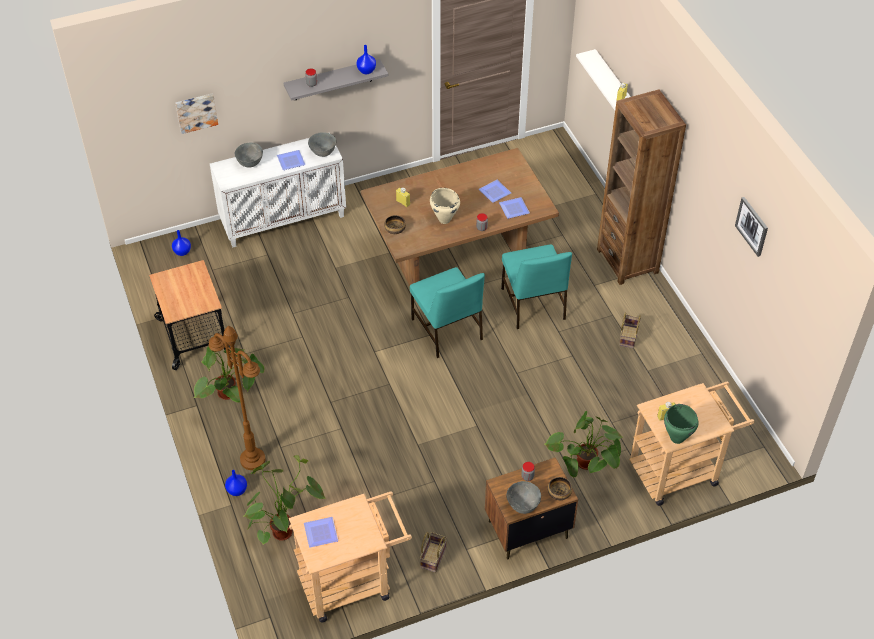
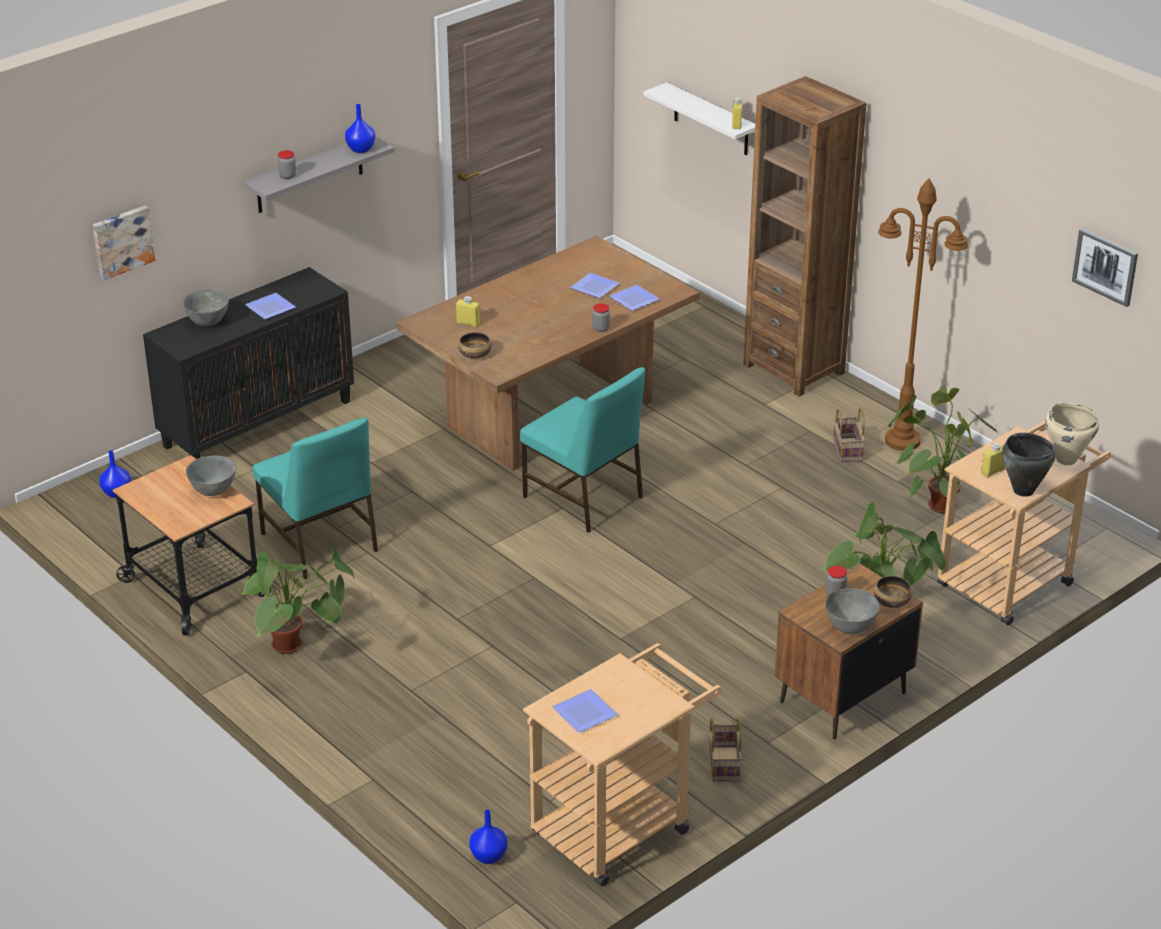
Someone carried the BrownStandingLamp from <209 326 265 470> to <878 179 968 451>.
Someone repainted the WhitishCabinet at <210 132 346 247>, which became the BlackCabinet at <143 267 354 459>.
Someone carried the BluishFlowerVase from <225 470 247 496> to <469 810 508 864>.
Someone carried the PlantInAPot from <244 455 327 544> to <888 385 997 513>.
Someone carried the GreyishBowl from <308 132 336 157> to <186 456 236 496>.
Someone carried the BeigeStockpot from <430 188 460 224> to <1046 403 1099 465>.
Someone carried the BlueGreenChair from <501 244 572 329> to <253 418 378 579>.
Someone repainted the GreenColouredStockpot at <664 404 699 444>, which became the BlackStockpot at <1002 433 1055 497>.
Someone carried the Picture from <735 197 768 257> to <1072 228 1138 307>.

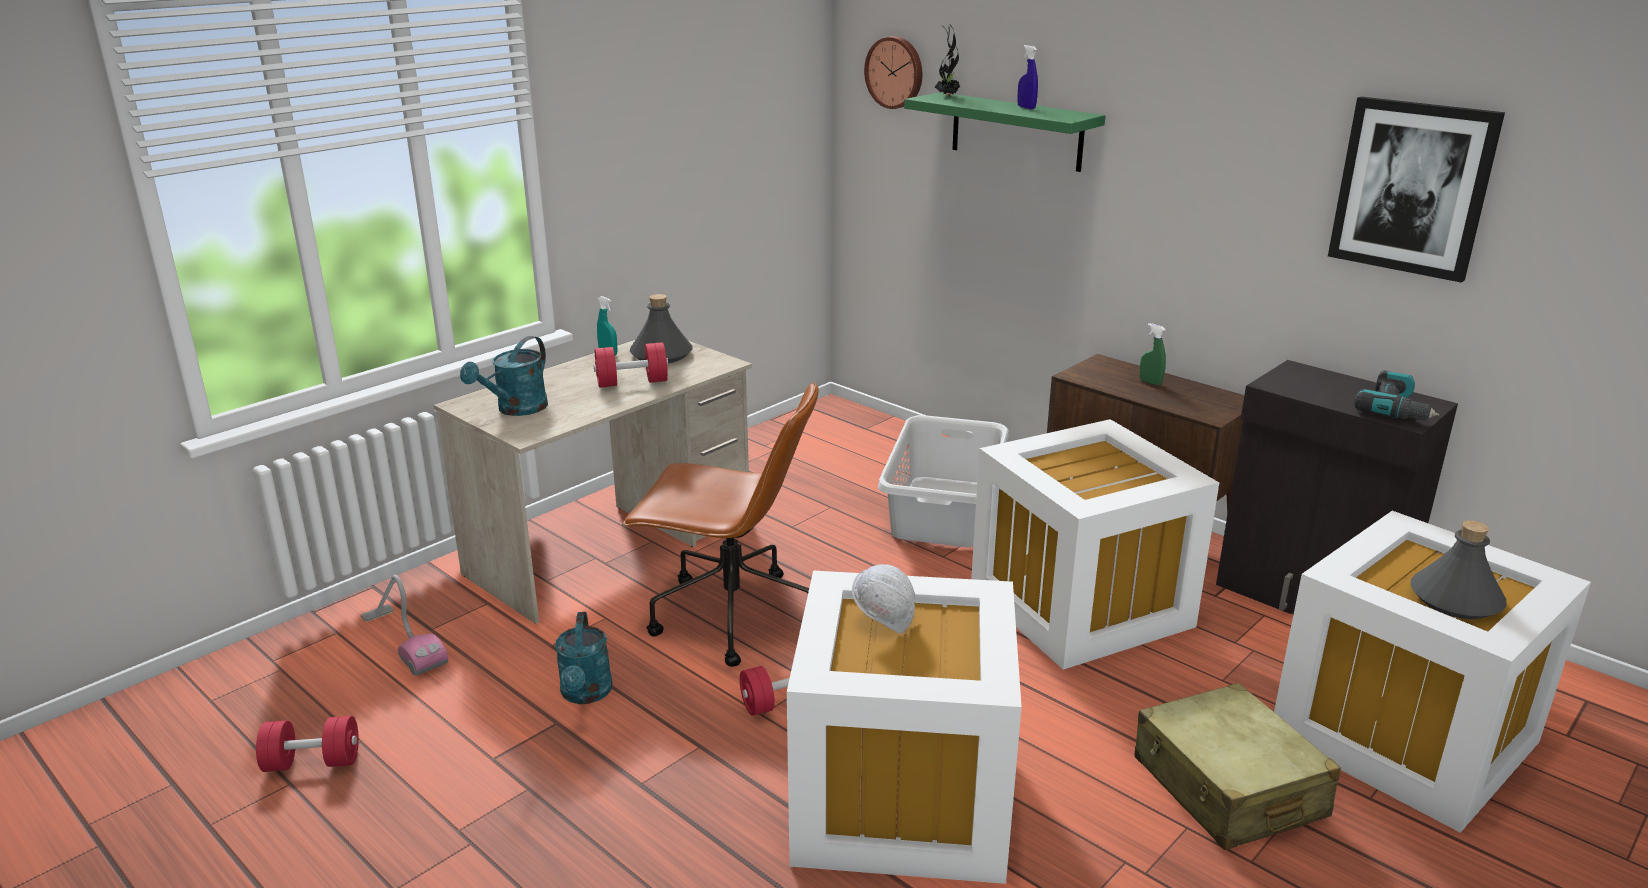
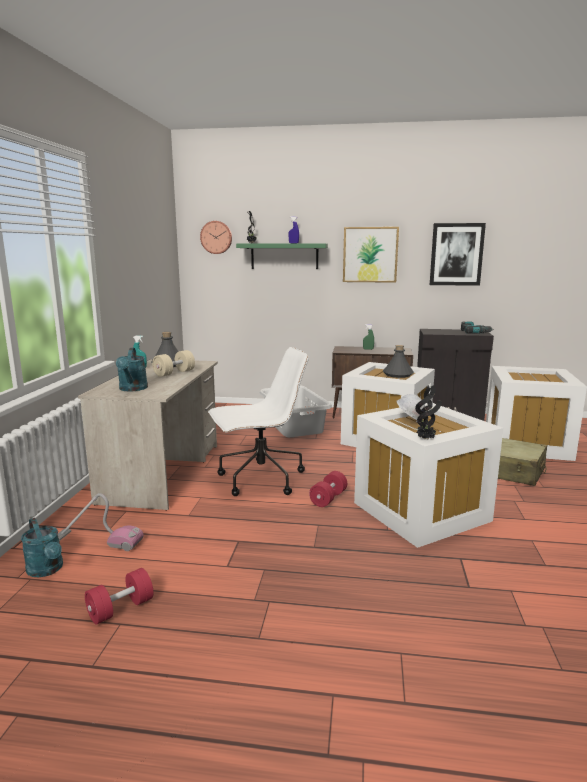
Someone carried the BlueGreenWateringCan from <555 612 612 704> to <21 518 63 577>.
Someone repainted the ReddishHandWeight at <594 342 668 388>, which became the BeigeHandWeight at <152 350 195 377>.
Someone repainted the BrownDeskChair at <622 382 819 667>, which became the WhitishDeskChair at <208 347 309 496>.
Someone carried the GreyishDrinkBottle from <1410 520 1507 619> to <383 345 414 378>.
Someone put up the Picture at <343 227 399 283>.
Someone put down the PlantInAPot at <415 385 442 439>.

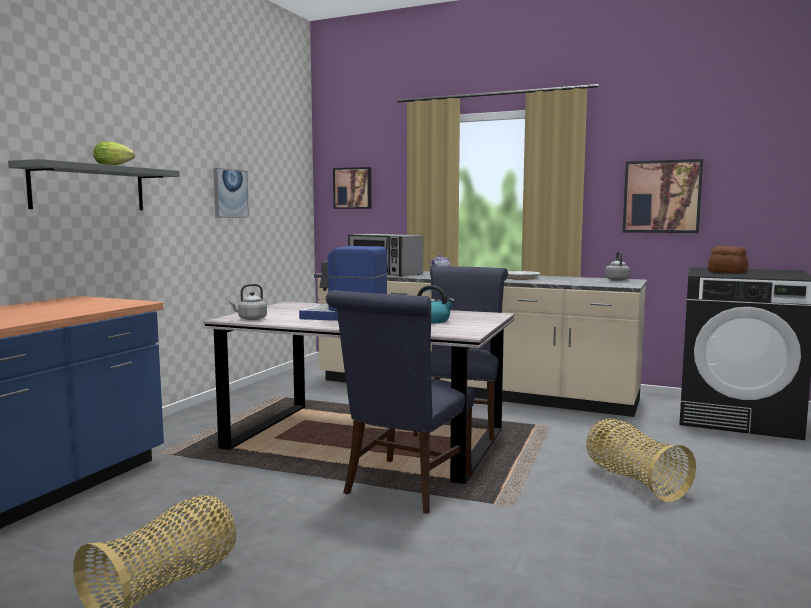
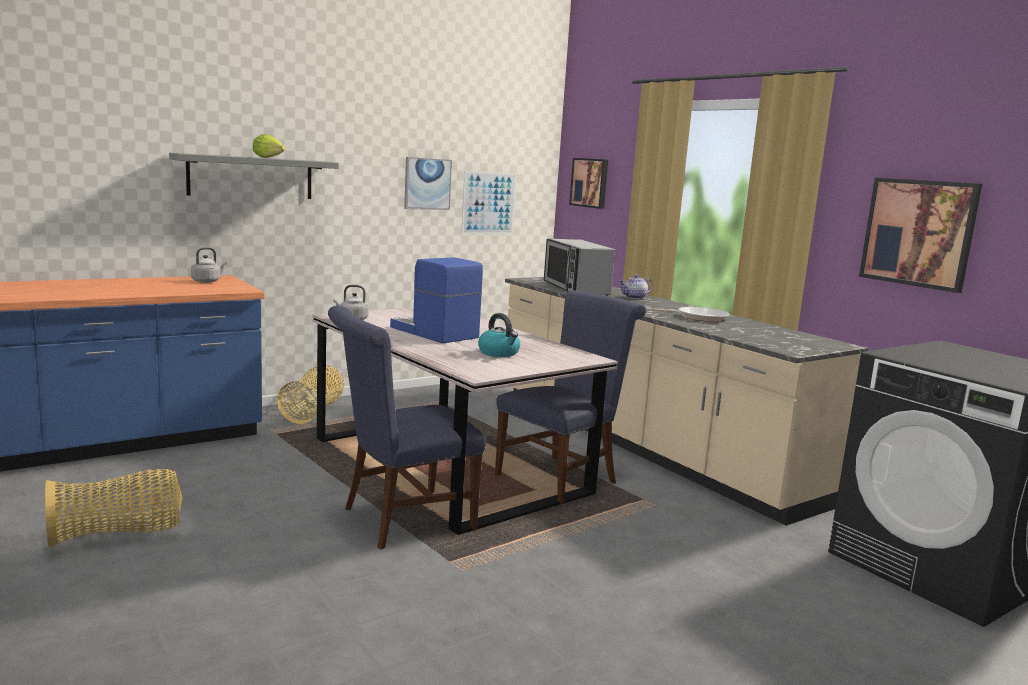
Someone carried the Basket from <586 419 696 502> to <277 365 344 424>.
Someone carried the GreyishKettle from <605 251 630 281> to <191 247 227 283>.
Someone took away the Bread at <708 246 749 273>.
Someone put up the Picture at <461 170 517 234>.

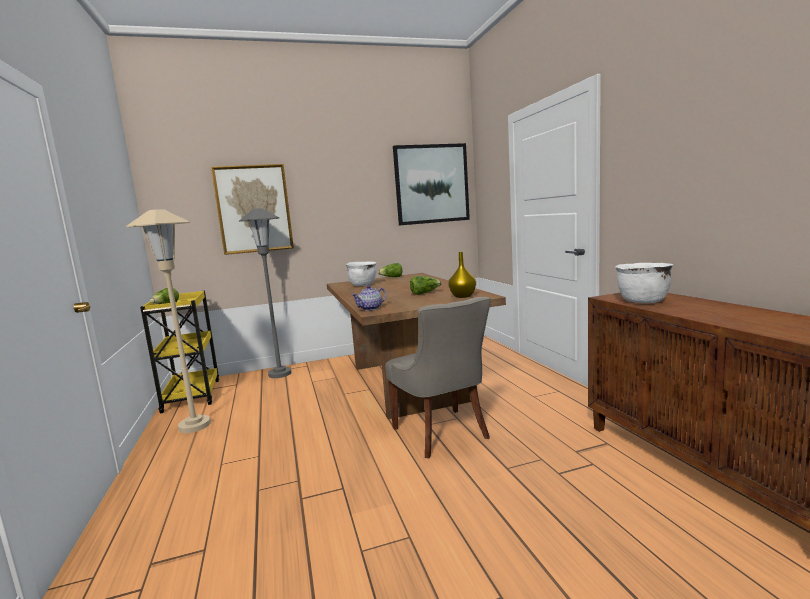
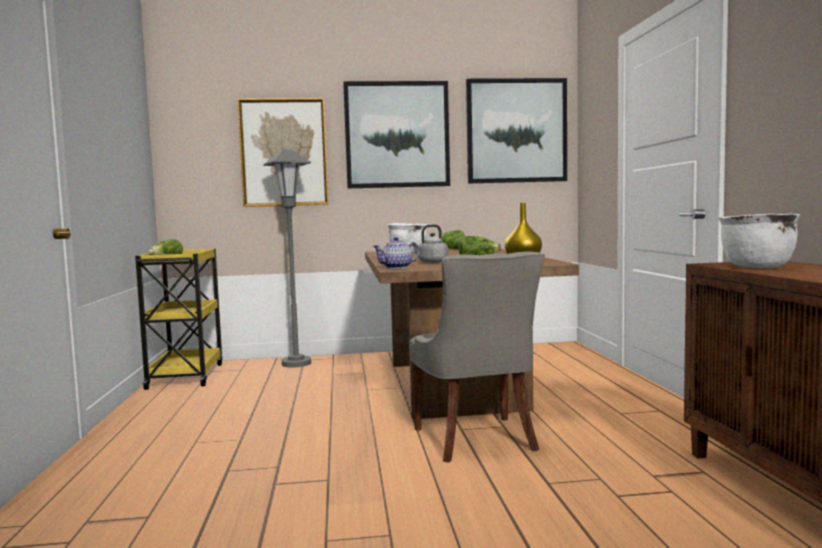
Someone took away the BeigeStandingLamp at <126 209 211 433>.
Someone put up the Picture at <343 81 450 188>.
Someone put down the GreyishKettle at <411 224 448 263>.

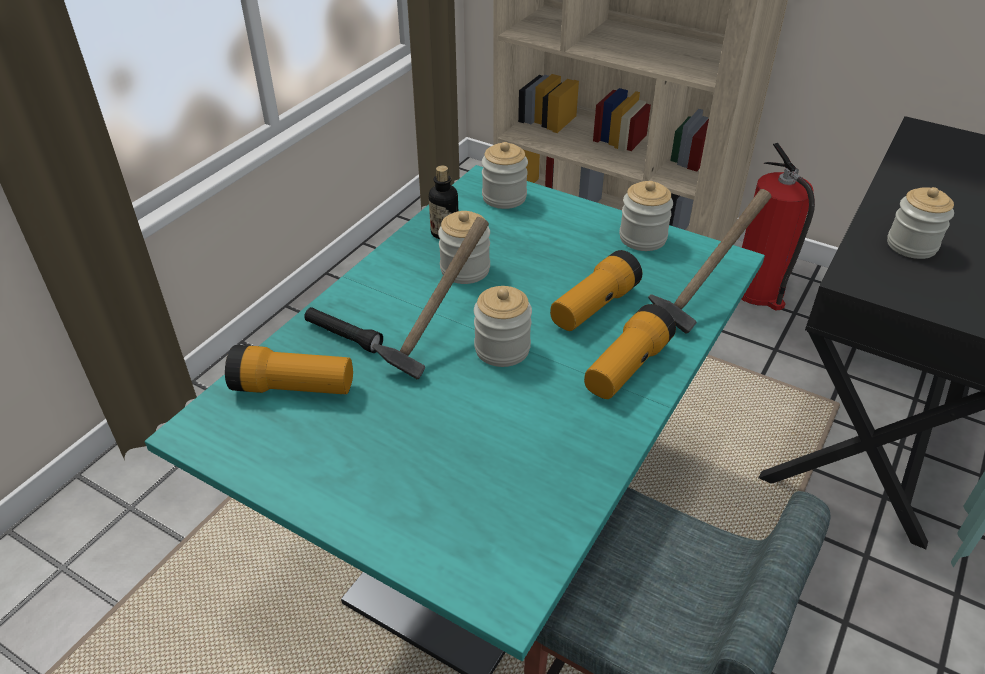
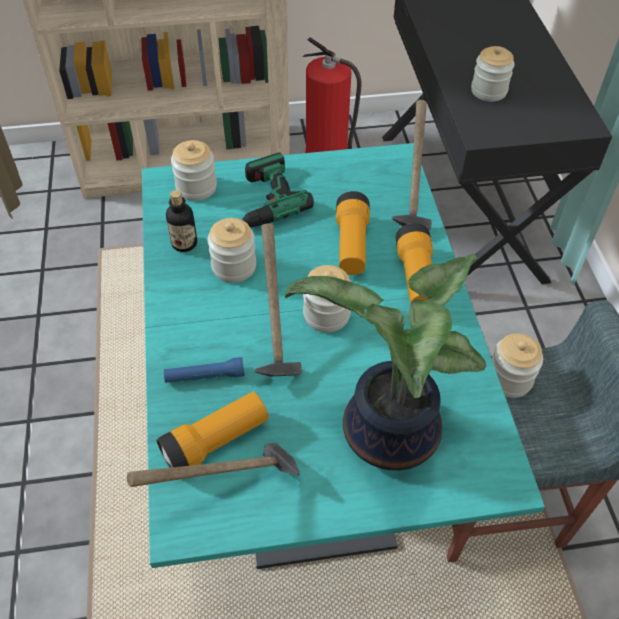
Someone repainted the BlackHandTorch at <304 307 383 353>, which became the BluishHandTorch at <164 357 244 383>.
Someone carried the PreserveJar from <619 181 673 251> to <492 333 543 398>.
Someone put down the Hammer at <127 443 300 487>.
Someone put down the PowerDrill at <242 152 314 228>.
Someone put down the PlantInAPot at <285 254 486 470>.

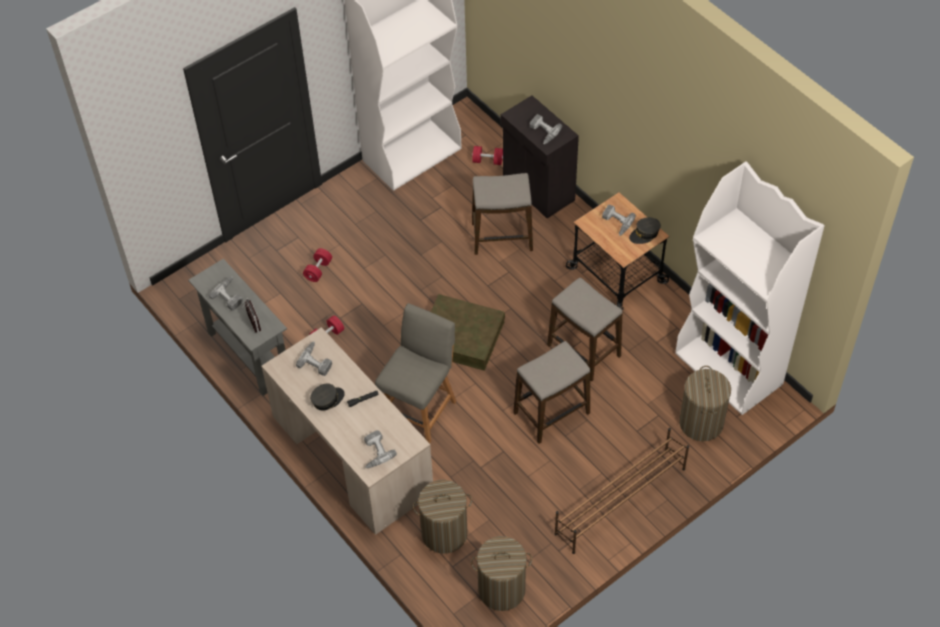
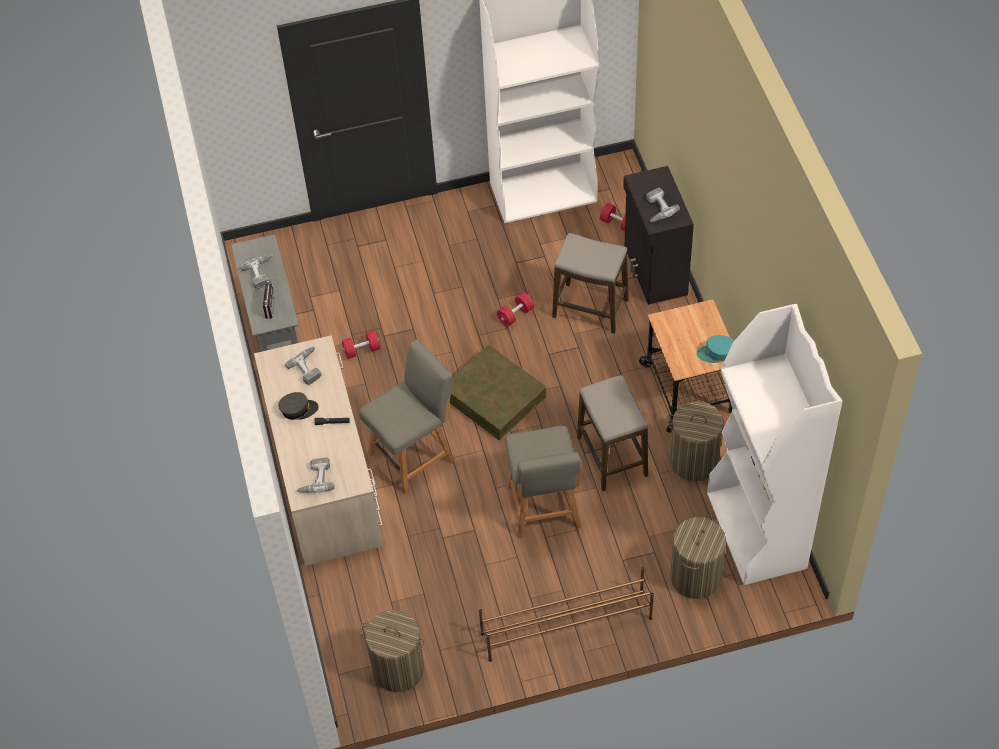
Someone carried the ReddishHandWeight from <303 248 332 282> to <497 292 534 327>.
Someone carried the WashingBasket from <413 480 472 554> to <667 401 725 481>.
Someone swapped the Stool at <513 341 590 444> for the GreyishChair at <505 426 581 538>.
Someone took away the PowerDrill at <602 204 636 236>.
Someone repainted the GreyishBaseballCap at <629 217 661 244>, which became the BlueGreenBaseballCap at <697 335 734 363>.

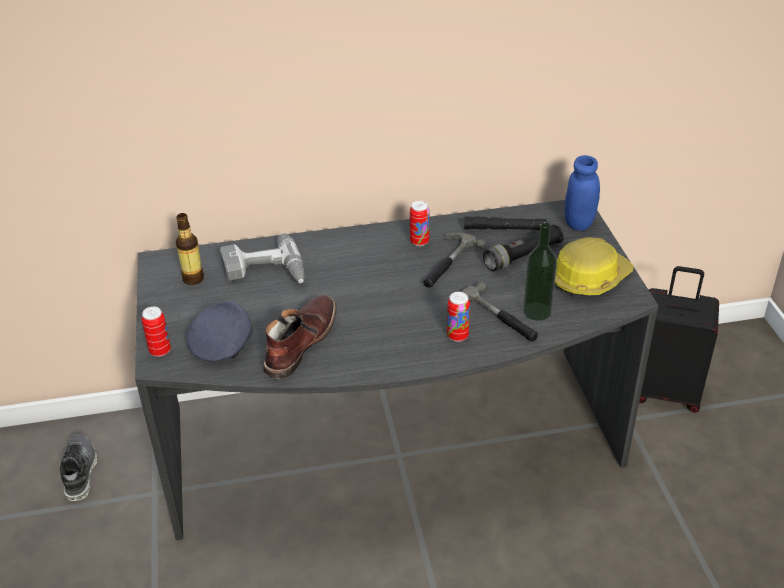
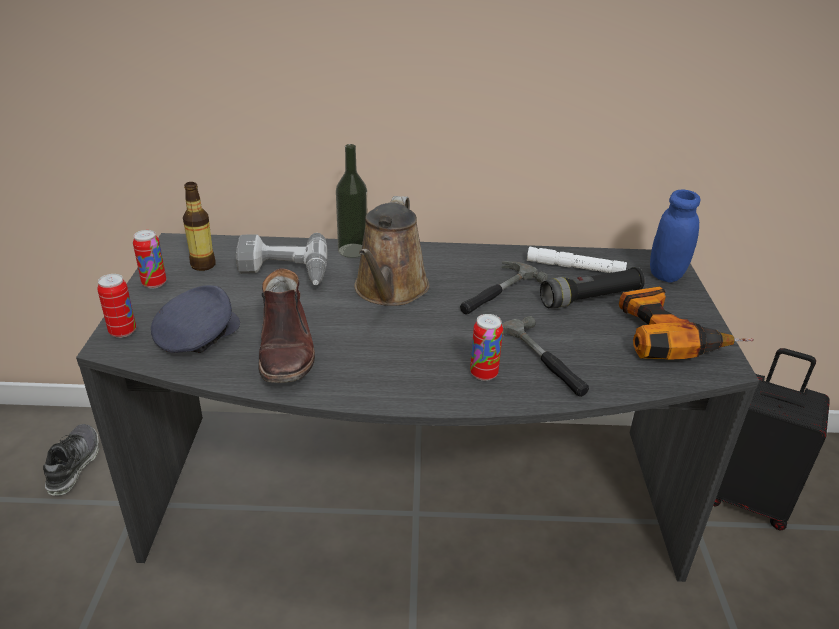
Someone rotated the BrownHighTopBoot at <264 295 337 379> by 135 degrees clockwise.
Someone carried the Can from <410 201 429 246> to <133 230 166 289>.
Someone repainted the BlackHandTorch at <464 216 547 230>, which became the WhitishHandTorch at <527 246 627 273>.
Someone carried the DrinkBottle from <523 222 557 320> to <336 144 368 258>.
Someone swapped the HardHat at <555 237 634 296> for the PowerDrill at <619 287 753 360>.
Someone put down the BrownWateringCan at <354 196 429 306>.

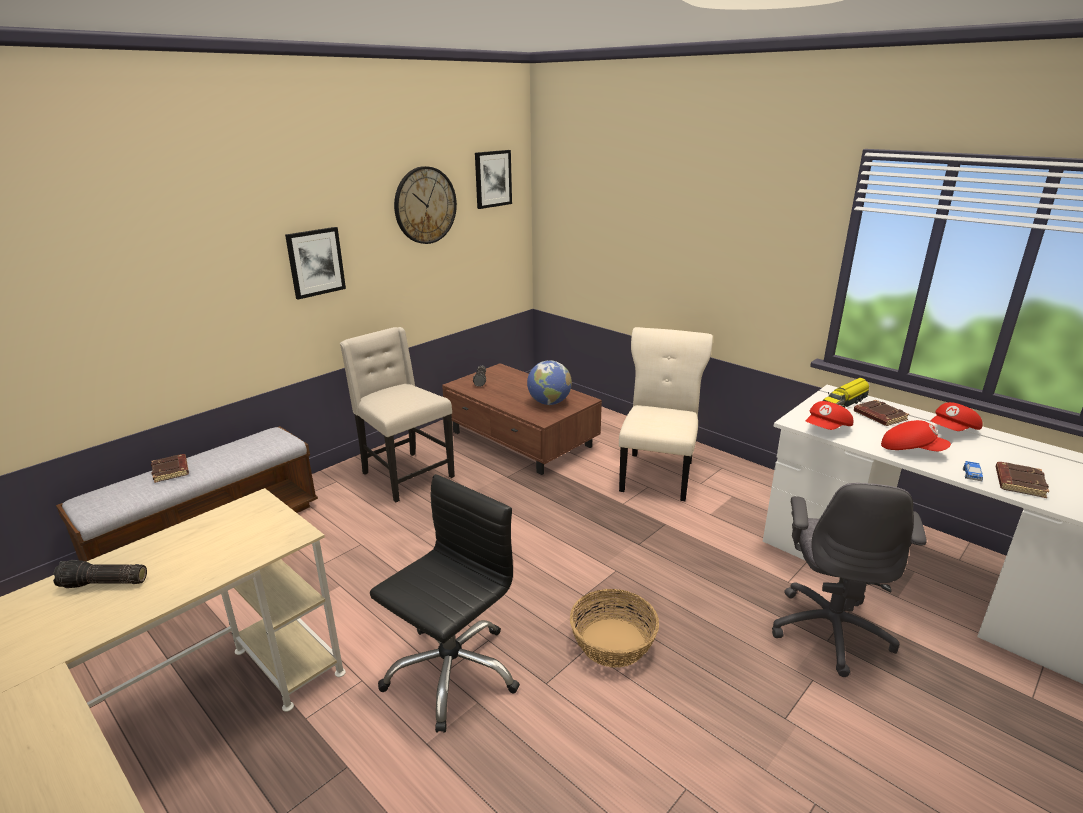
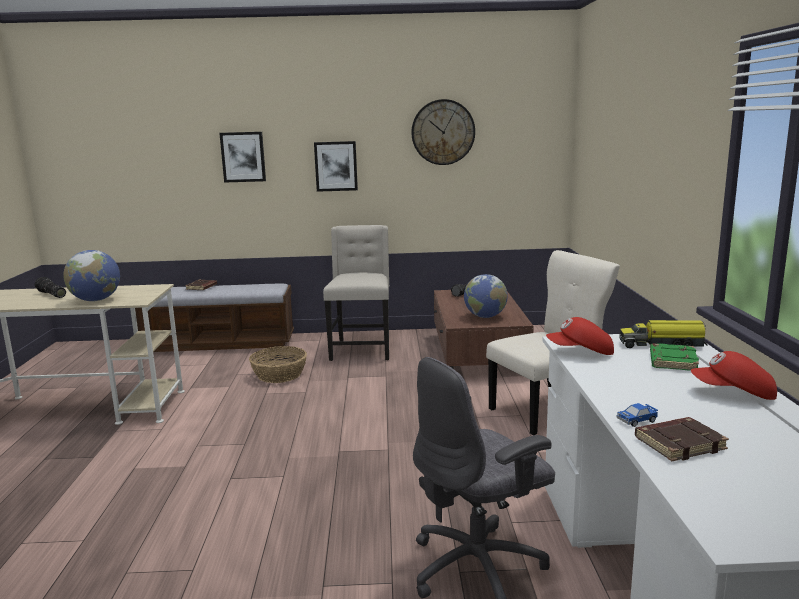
Someone took away the BlackDeskChair at <370 474 520 733>.
Someone carried the Picture from <475 150 512 209> to <219 132 266 183>.
Someone carried the Basket from <570 589 659 667> to <249 346 307 383>.
Someone repainted the BrownBoundBook at <854 400 909 426>, which became the GreenColouredBoundBook at <650 343 699 371>.
Someone took away the ReddishBaseballCap at <881 420 951 451>.
Someone put down the DeskGlobe at <63 250 120 301>.

